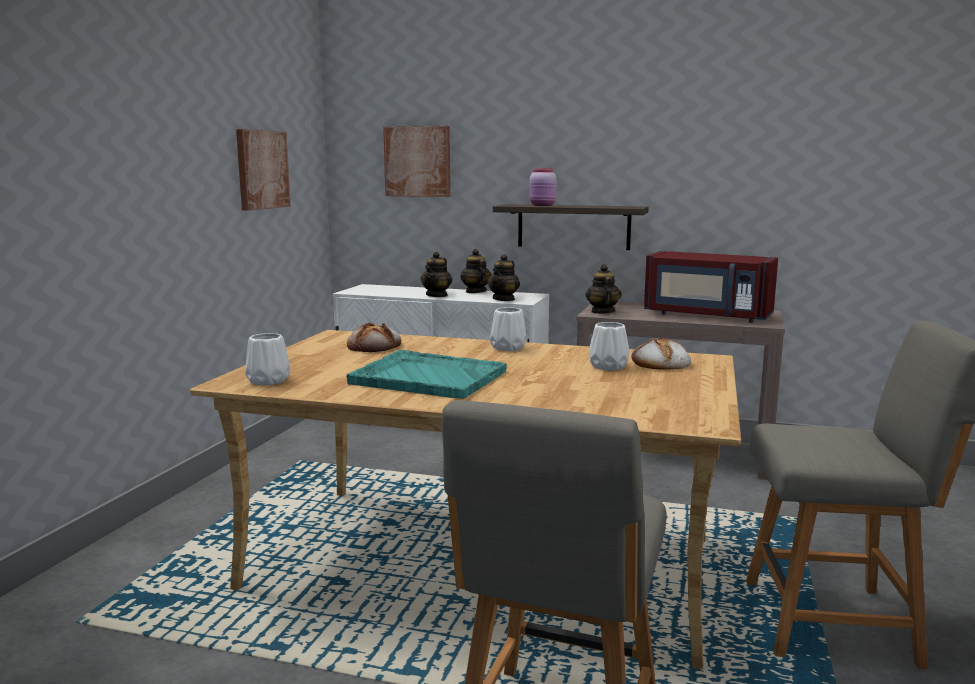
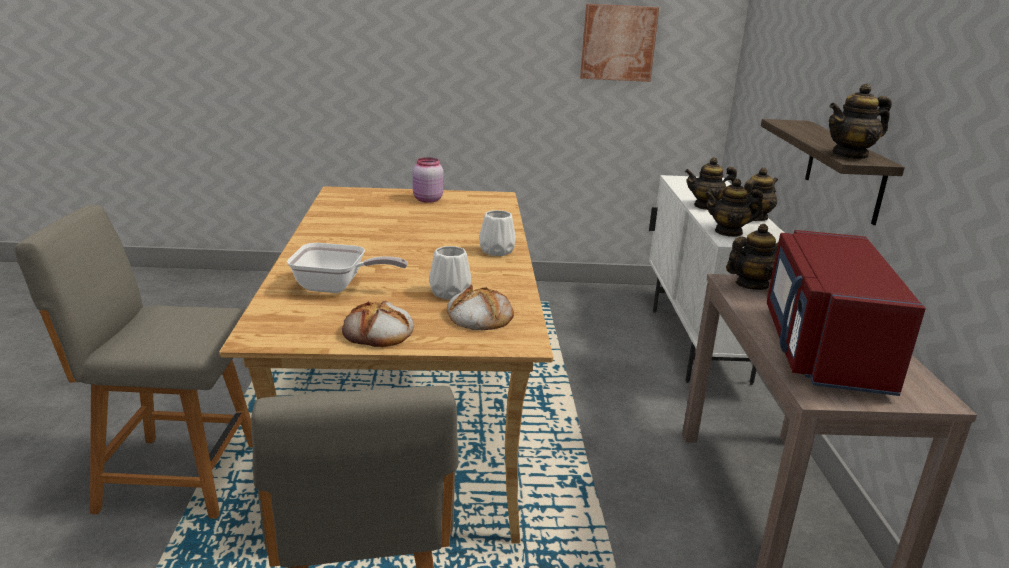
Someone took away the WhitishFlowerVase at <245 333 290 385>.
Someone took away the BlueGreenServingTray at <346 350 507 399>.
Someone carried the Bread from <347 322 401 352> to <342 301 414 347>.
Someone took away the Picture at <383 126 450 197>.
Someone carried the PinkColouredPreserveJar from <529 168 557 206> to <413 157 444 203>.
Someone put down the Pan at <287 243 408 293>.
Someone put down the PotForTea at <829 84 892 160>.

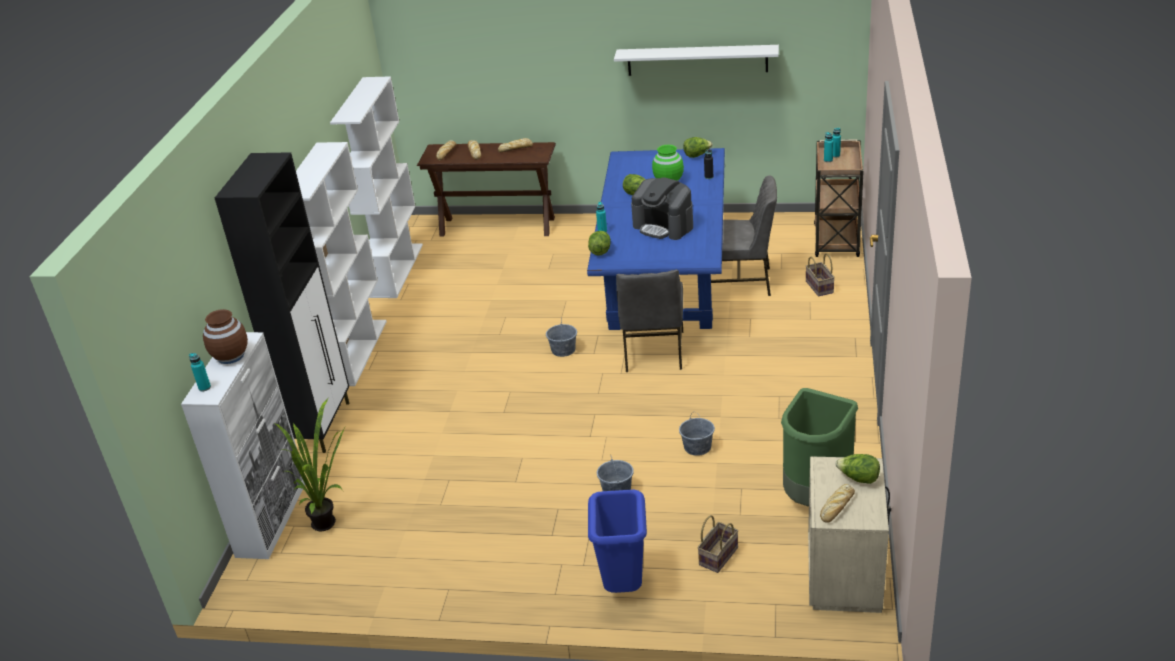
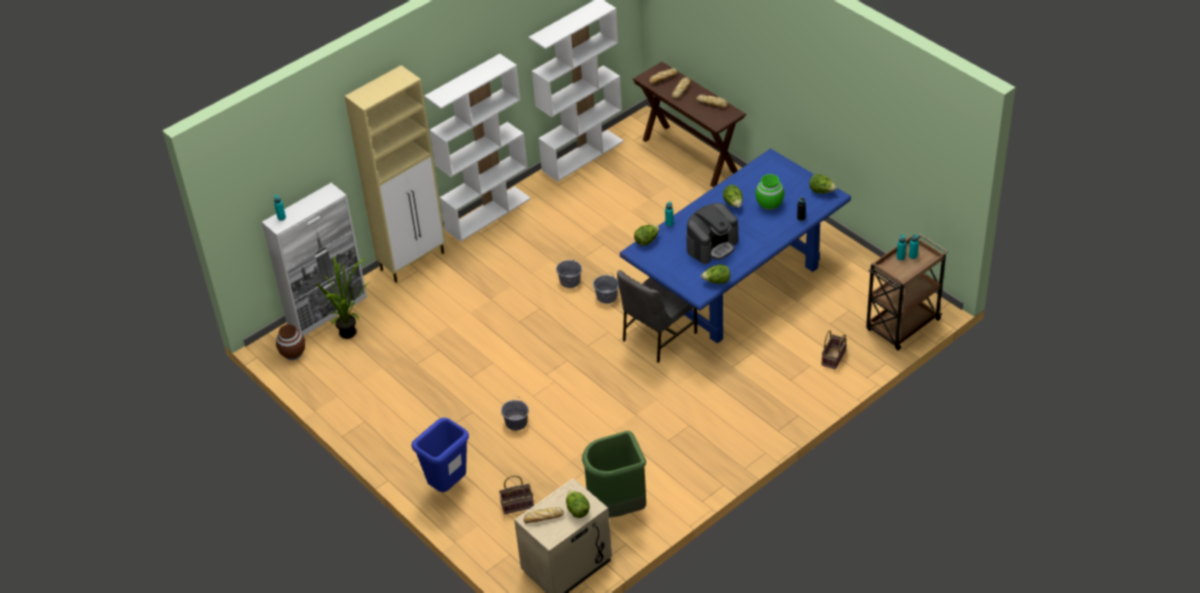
Someone carried the BrownFlowerVase from <203 309 248 364> to <276 324 305 360>.
Someone repainted the BlackCabinet at <215 152 349 453>, which became the BeigeCabinet at <345 65 446 283>.
Someone took away the WhitishWallShelf at <614 45 779 76>.
Someone rotated the CoffeeMaker at <631 177 693 240> by 120 degrees counterclockwise.
Someone carried the GreyishBucket from <679 412 715 456> to <556 257 582 288>.
Someone took away the GreyishChair at <711 175 777 296>.
Someone put down the LettuceHead at <701 264 730 284>.

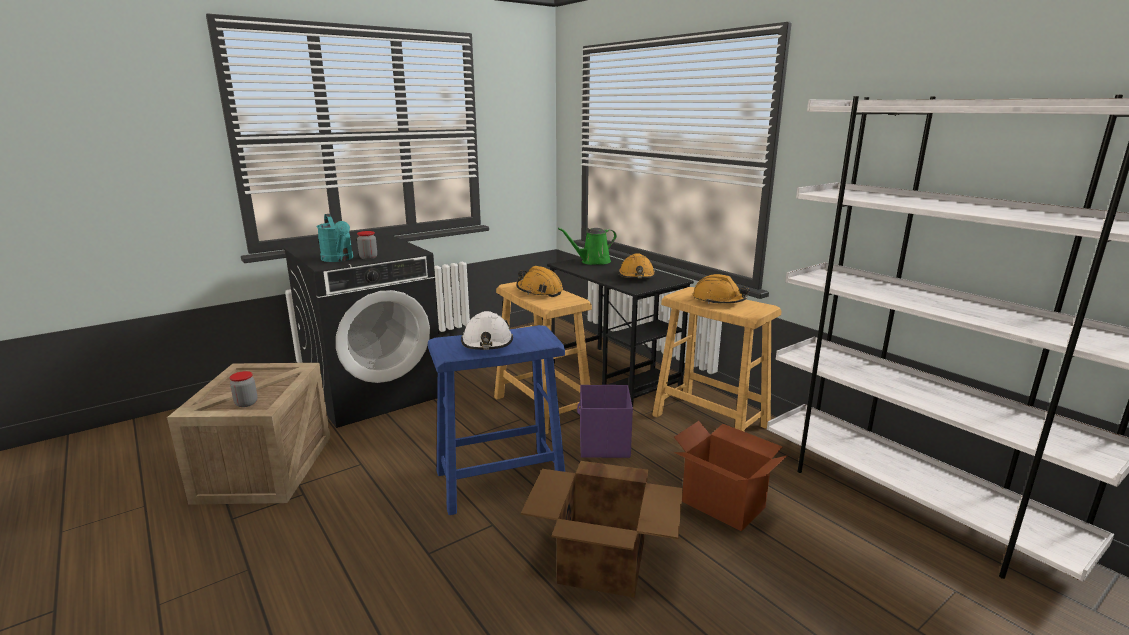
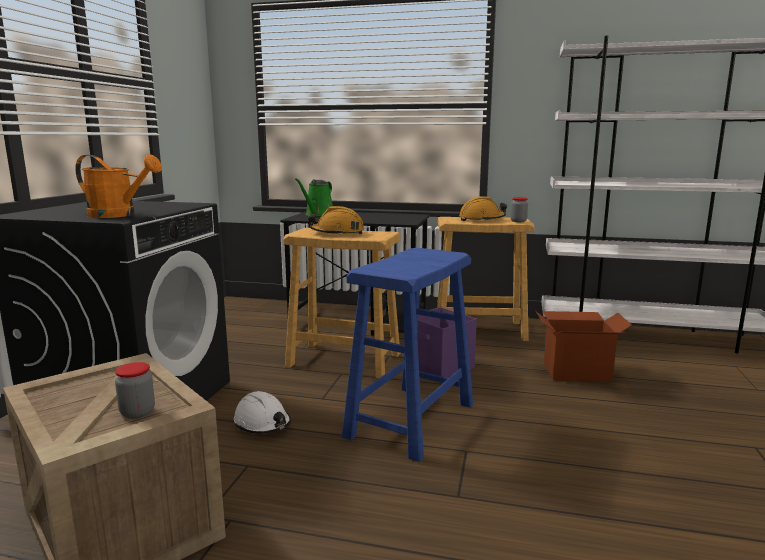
Someone repainted the BlueGreenWateringCan at <317 214 353 262>, which became the OrangeWateringCan at <76 154 162 218>.
Someone carried the PreserveJar from <357 231 377 259> to <511 197 528 222>.
Someone carried the WhitishHardHat from <461 311 513 350> to <234 391 291 434>.
Someone took away the CardboardBox at <521 461 683 598>.
Someone took away the OrangeHardHat at <618 253 656 278>.

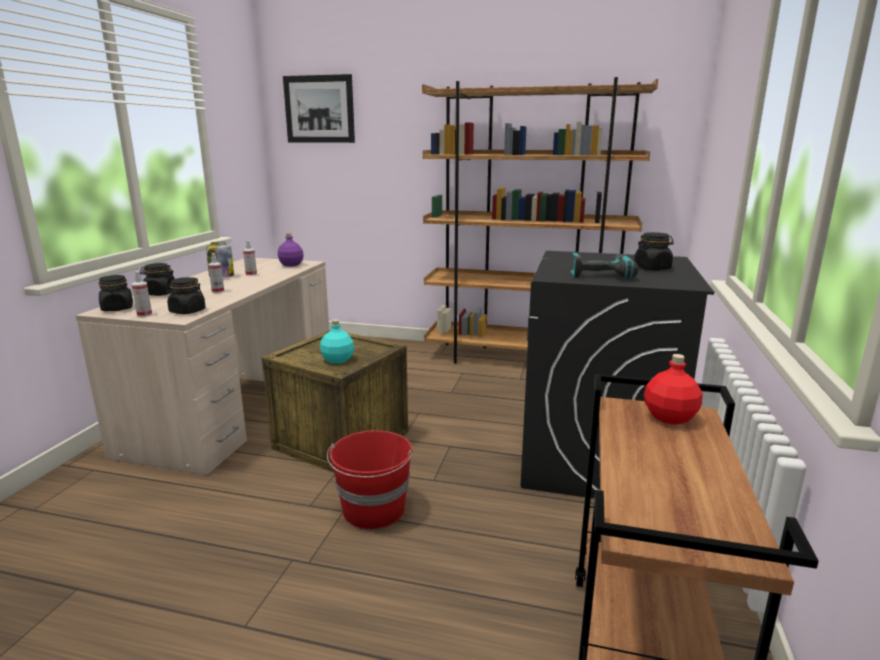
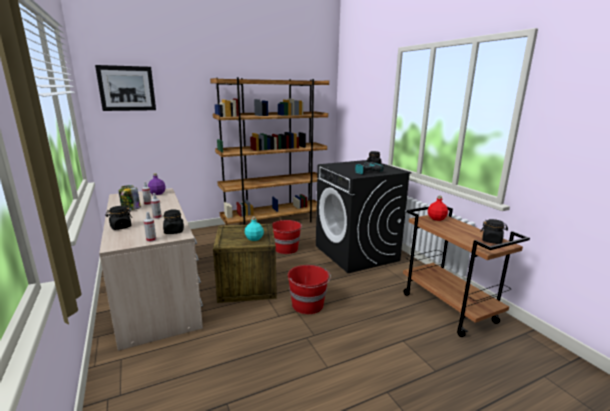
Someone carried the BlackPreserveJar from <99 275 133 311> to <481 219 508 244>.
Someone put down the ReddishBucket at <272 220 302 254>.

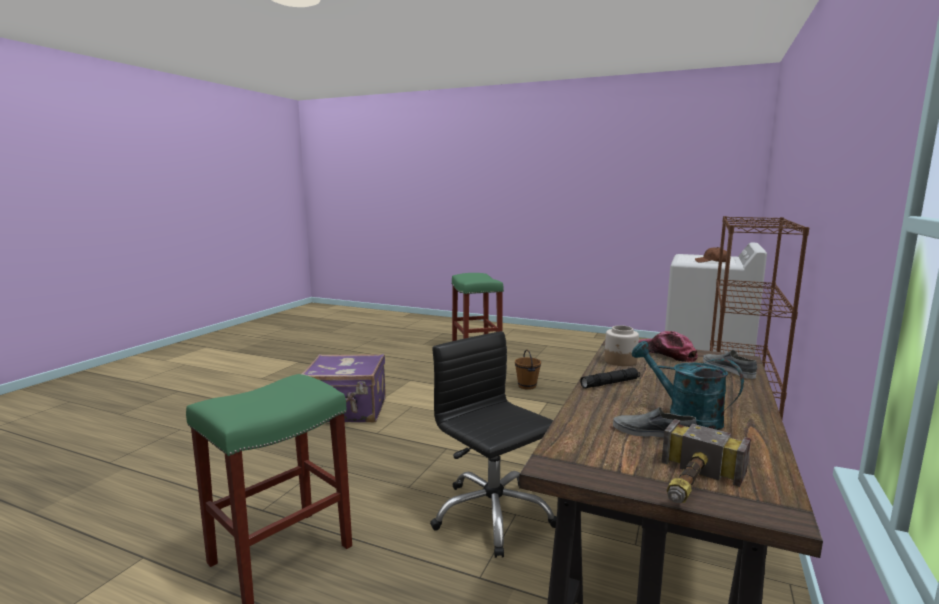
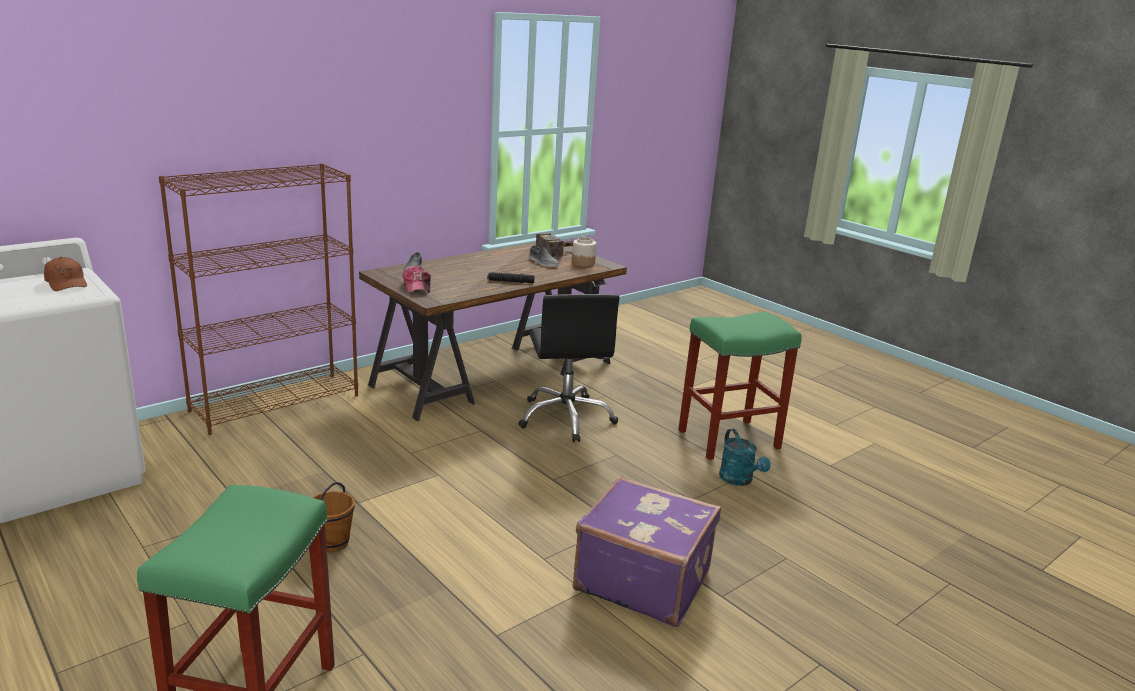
Someone carried the PreserveJar from <604 325 639 366> to <572 237 596 267>.
Someone carried the BlueGreenWateringCan from <632 341 744 430> to <719 429 771 486>.

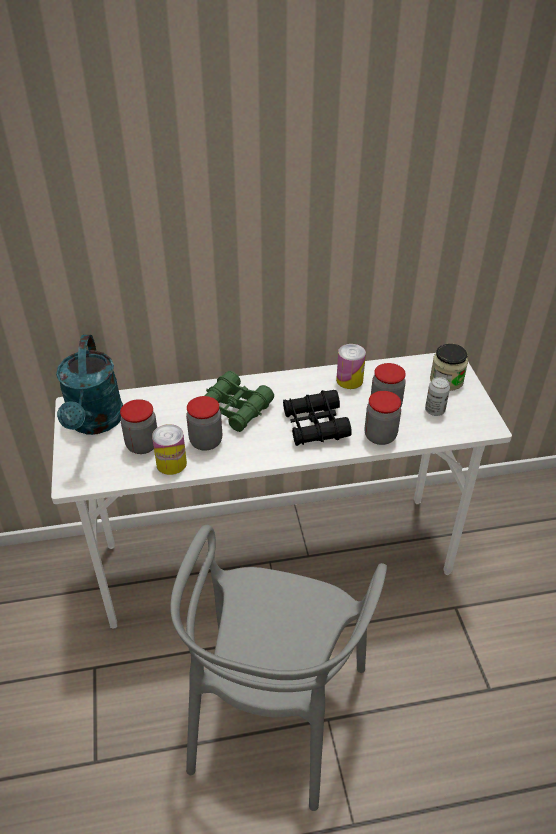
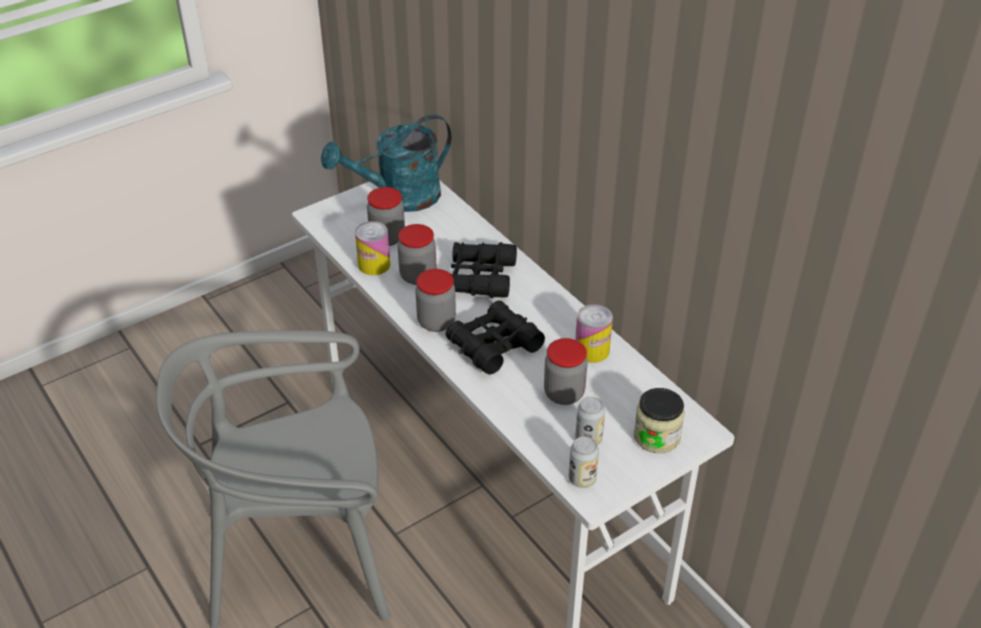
Someone repainted the GreenColouredPairOfBinoculars at <205 371 274 432>, which became the BlackPairOfBinoculars at <451 242 517 298>.
Someone carried the PreserveJar from <365 391 401 445> to <415 269 456 332>.
Someone put down the Can at <568 436 599 488>.

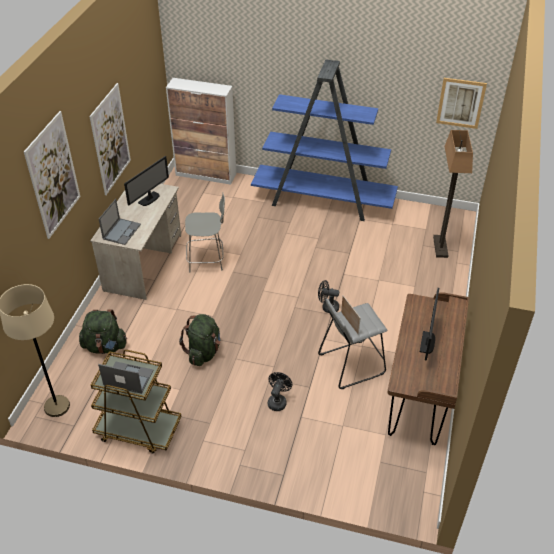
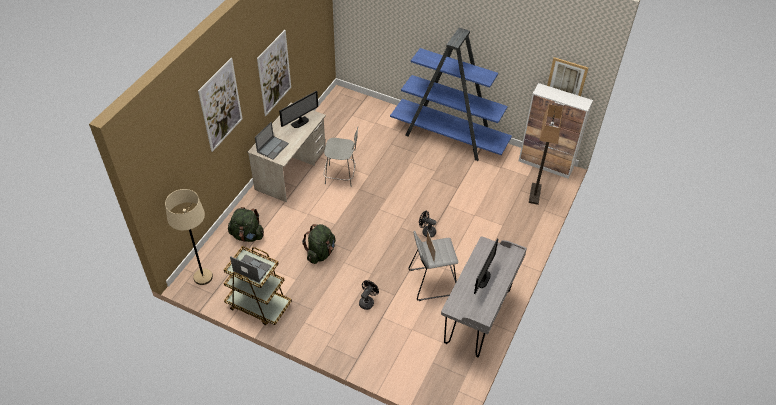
Someone carried the Cabinet from <166 78 236 185> to <519 83 593 179>.
Someone repainted the BrownDesk at <387 293 469 445>, which became the GreyishDesk at <441 236 527 357>.

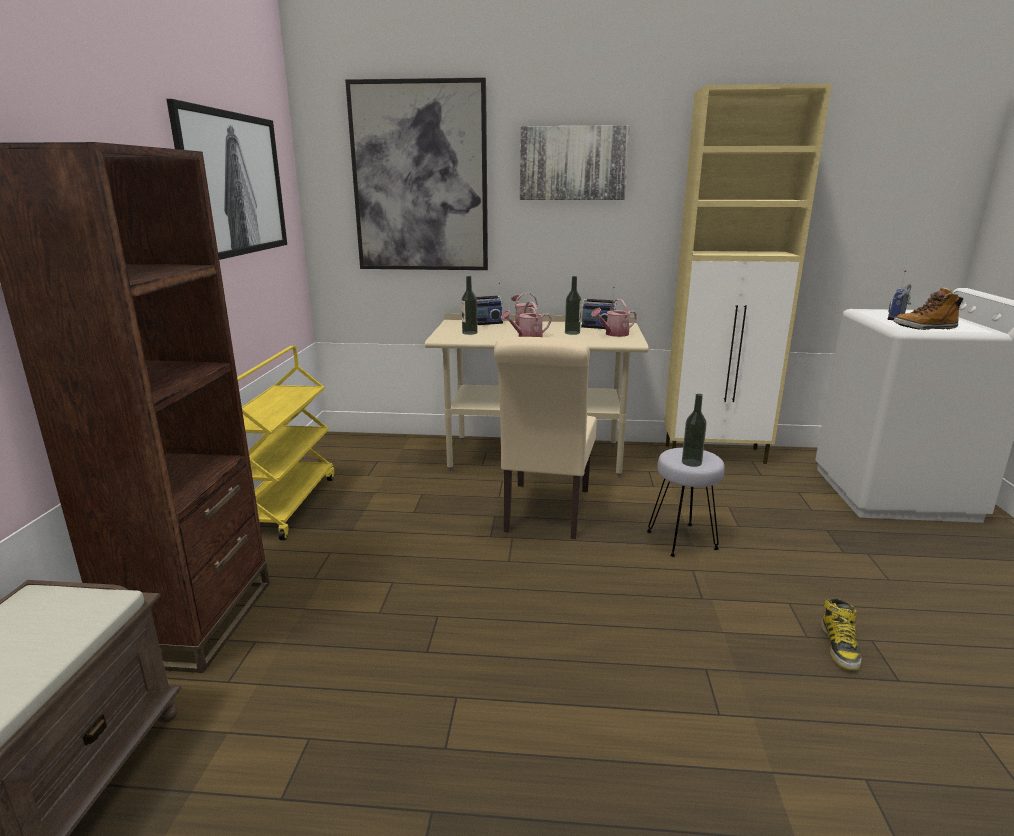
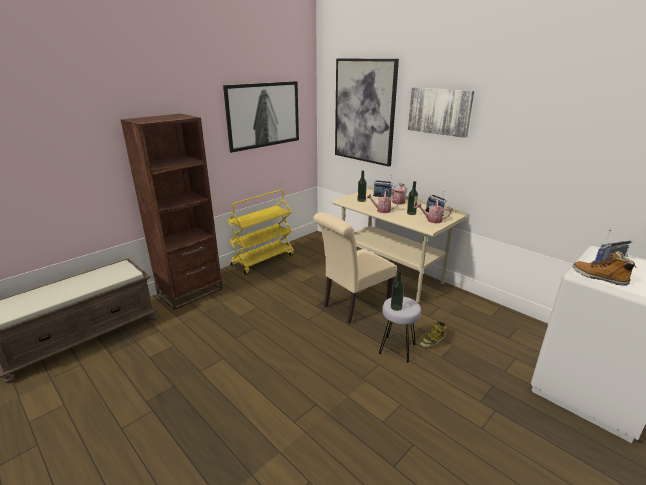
Someone took away the BeigeCabinet at <664 83 832 464>.
Someone carried the HighTopBoot from <821 599 862 671> to <420 321 446 347>.

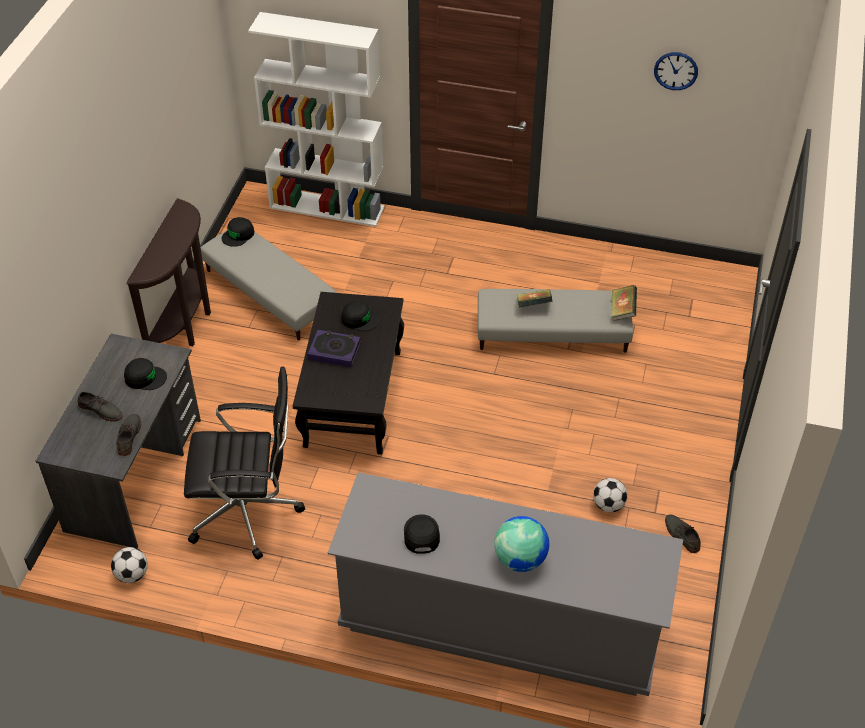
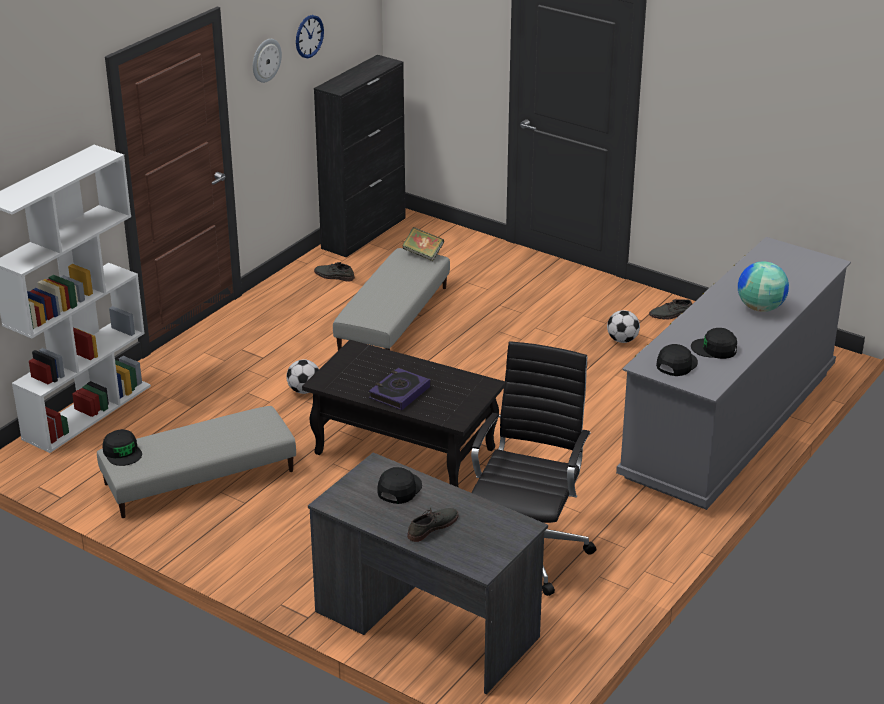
Someone carried the FootballBall from <111 547 148 583> to <286 359 319 394>.
Someone carried the GreyishItemOfFootwear from <116 414 141 456> to <314 262 355 282>.
Someone took away the BrownConsoleTable at <127 198 211 346>.
Someone carried the BlackBaseballCap from <341 301 380 331> to <656 344 698 376>.
Someone took away the BoundBook at <517 289 552 308>.
Someone put up the WallClock at <253 39 282 83>.
Someone put down the BlackCabinet at <314 55 406 257>.

